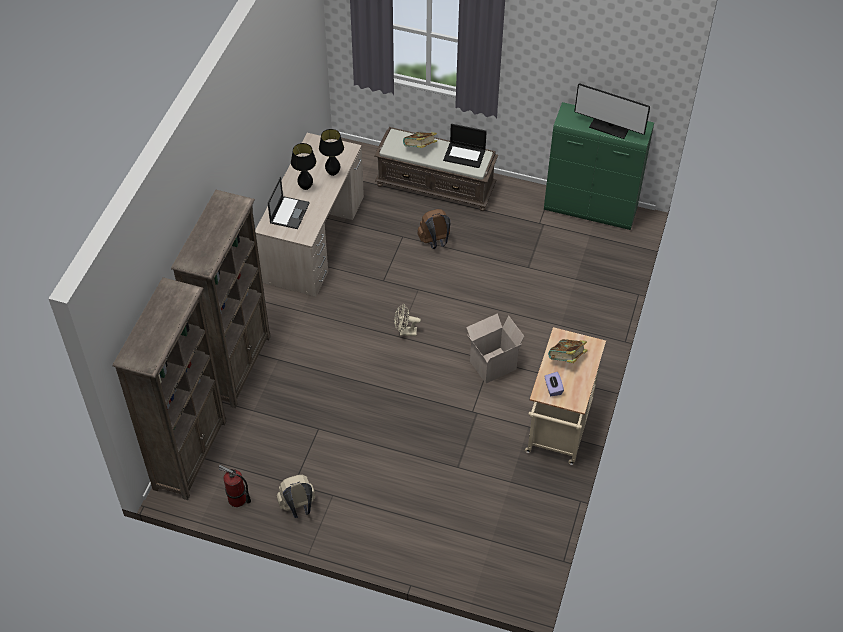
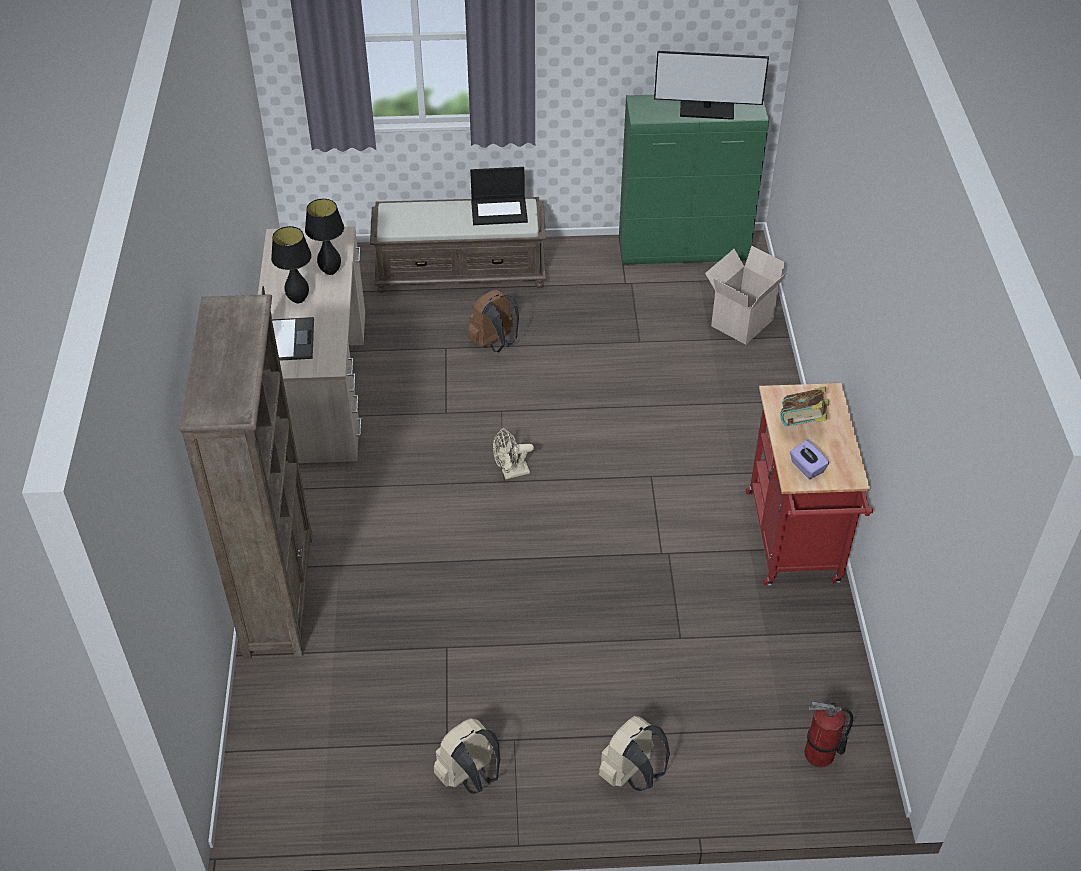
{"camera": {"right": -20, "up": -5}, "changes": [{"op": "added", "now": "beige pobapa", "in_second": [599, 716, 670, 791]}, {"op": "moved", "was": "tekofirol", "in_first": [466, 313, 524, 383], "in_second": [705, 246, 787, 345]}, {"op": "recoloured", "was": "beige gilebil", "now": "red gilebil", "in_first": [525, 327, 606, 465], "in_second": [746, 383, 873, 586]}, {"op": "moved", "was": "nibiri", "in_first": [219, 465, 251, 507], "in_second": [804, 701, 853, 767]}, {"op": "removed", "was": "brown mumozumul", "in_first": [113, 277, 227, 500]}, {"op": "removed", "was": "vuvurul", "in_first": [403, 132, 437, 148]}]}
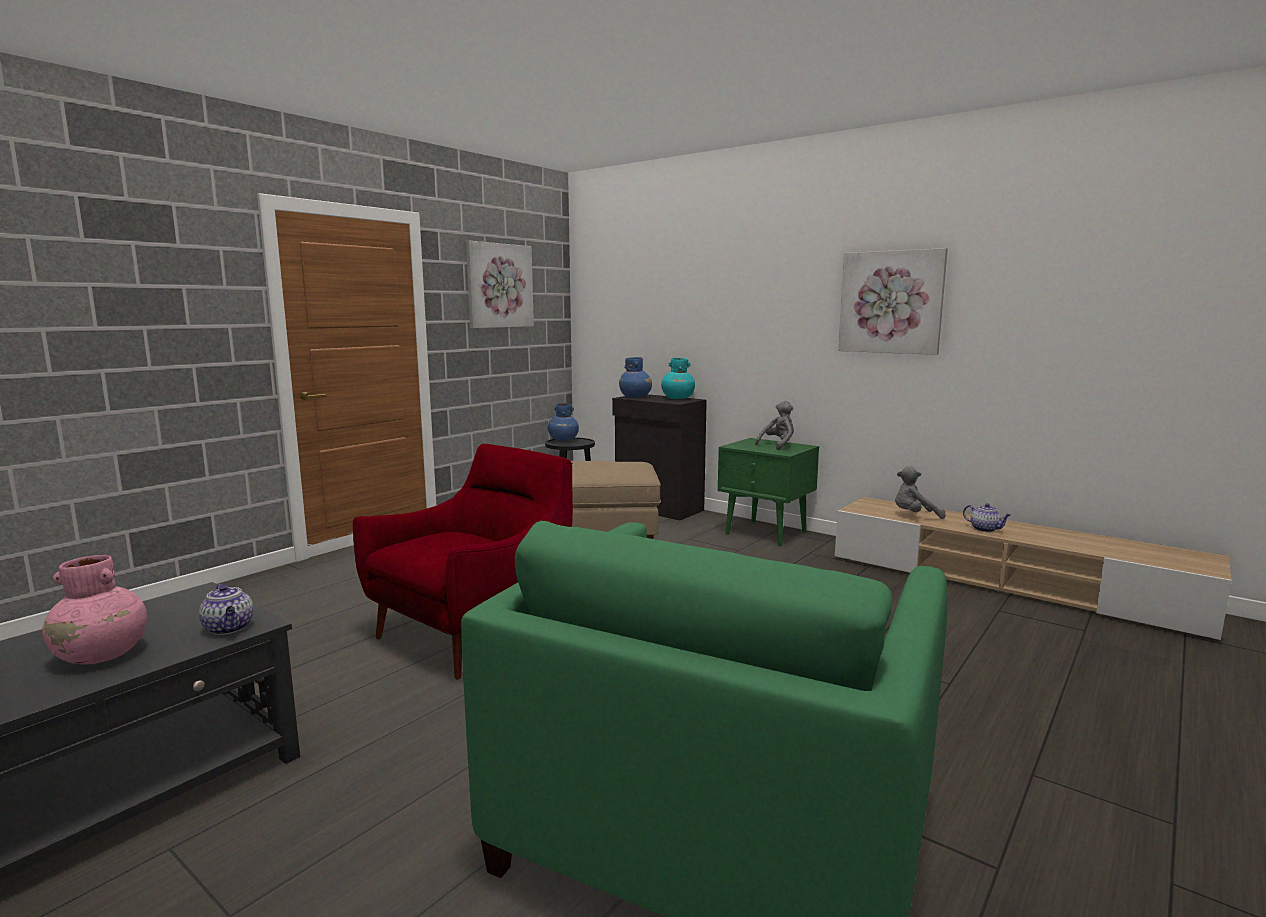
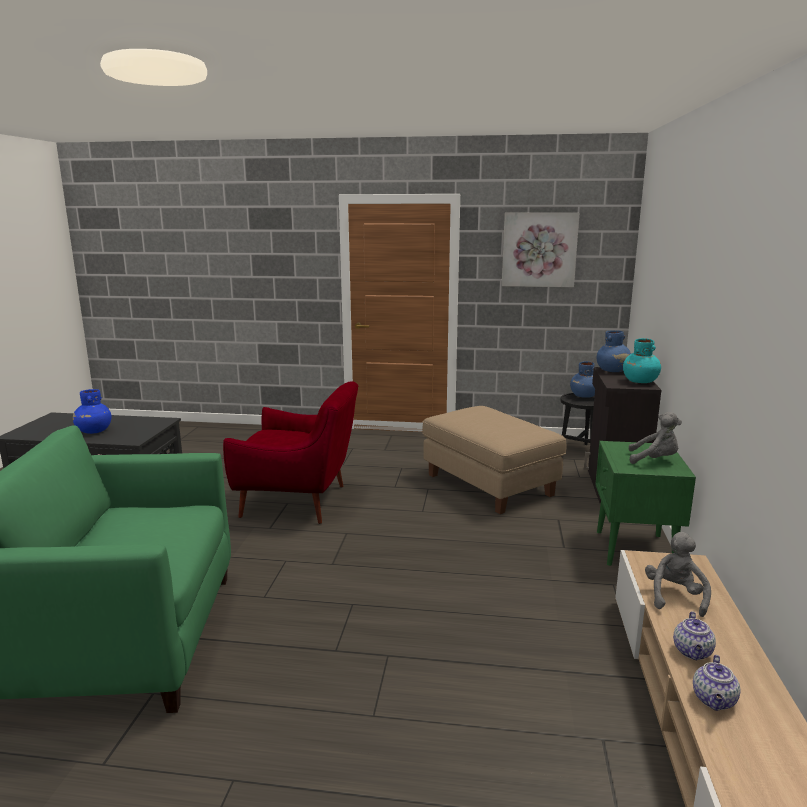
{"camera": {"right": 60, "up": 5}, "changes": [{"op": "recoloured", "was": "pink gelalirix", "now": "blue gelalirix", "in_first": [42, 555, 147, 664], "in_second": [73, 389, 111, 434]}, {"op": "turned", "was": "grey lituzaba", "in_first": [895, 466, 946, 519], "in_second": [645, 532, 711, 617], "clockwise": 45}, {"op": "moved", "was": "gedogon", "in_first": [199, 584, 253, 635], "in_second": [693, 655, 741, 711]}, {"op": "removed", "was": "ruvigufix", "in_first": [838, 248, 948, 355]}]}
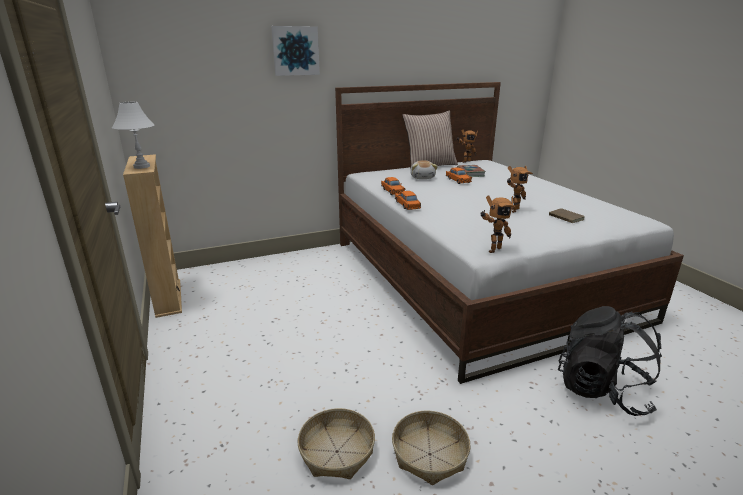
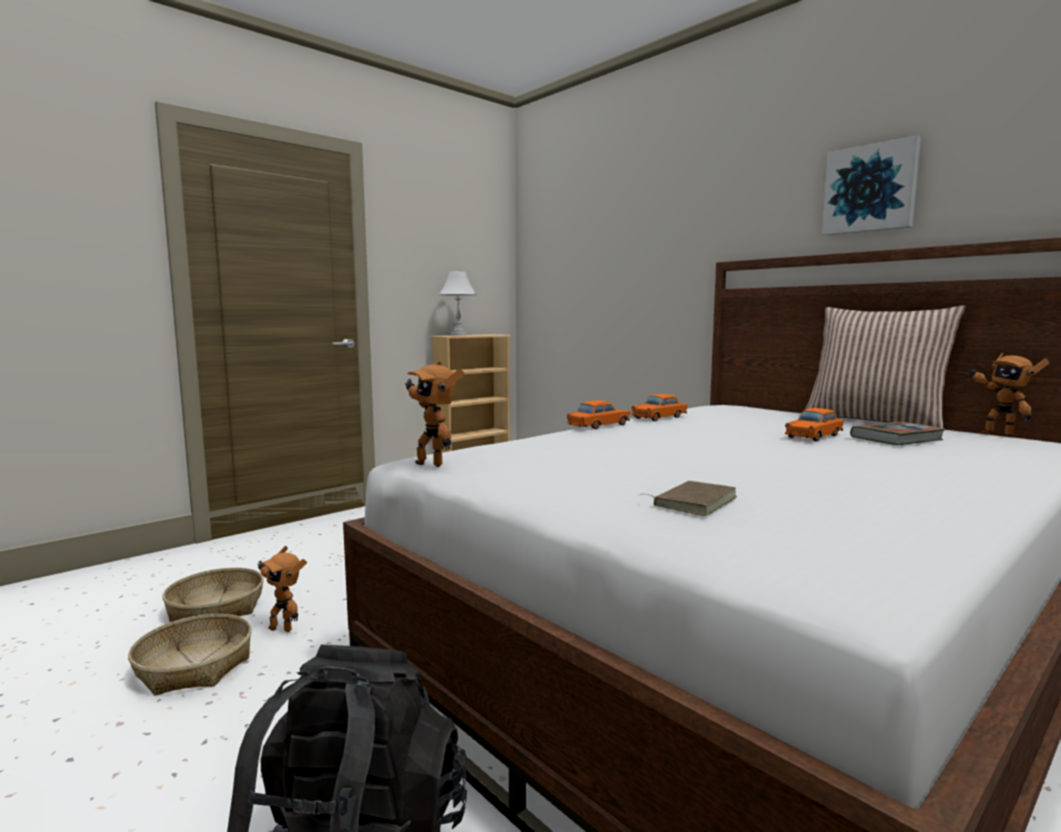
{"camera": {"right": 70, "up": -15}, "changes": [{"op": "moved", "was": "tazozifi", "in_first": [507, 166, 533, 213], "in_second": [257, 546, 307, 632]}, {"op": "moved", "was": "ruvigufix", "in_first": [271, 26, 320, 76], "in_second": [822, 136, 921, 235]}, {"op": "removed", "was": "lituzaba", "in_first": [410, 160, 438, 179]}]}
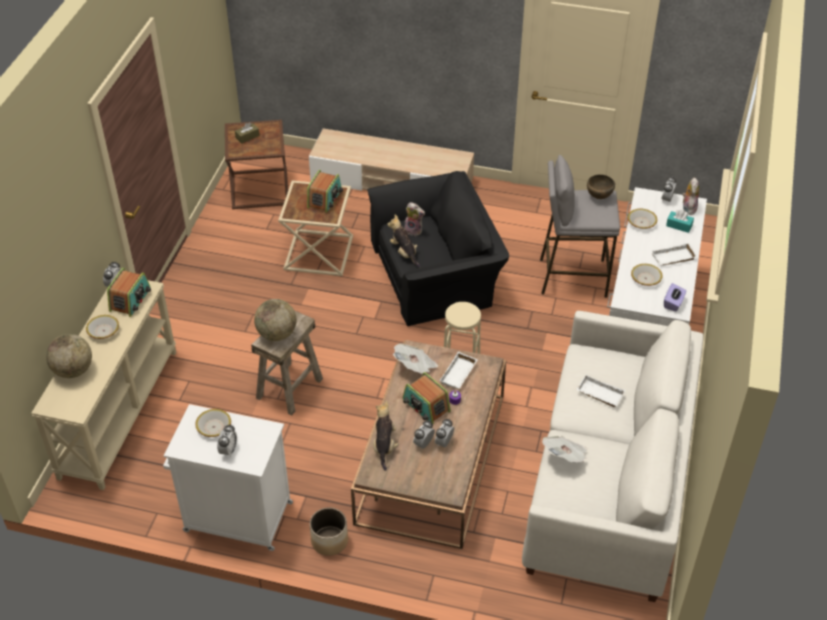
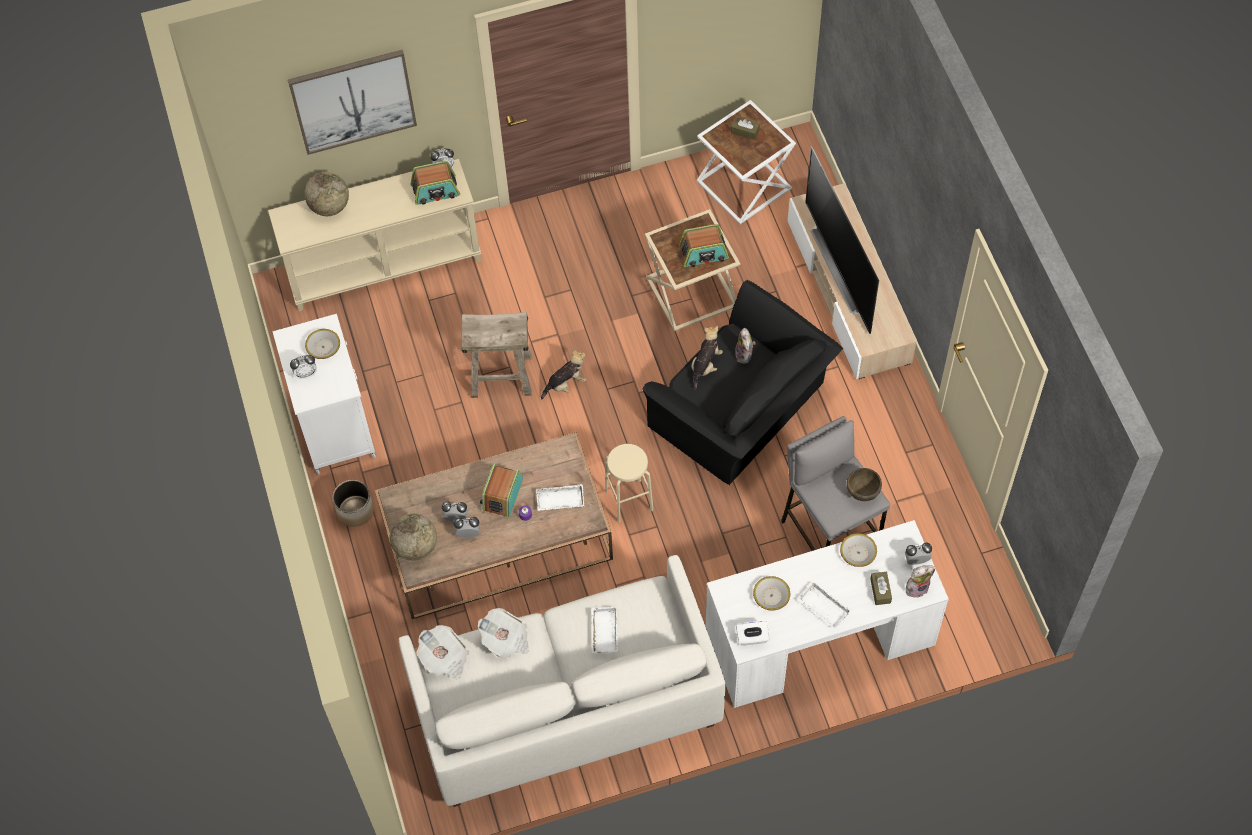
{"camera": {"right": 60, "up": 15}, "changes": [{"op": "added", "now": "ruvigufix", "in_second": [288, 50, 417, 155]}, {"op": "moved", "was": "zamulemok", "in_first": [254, 299, 297, 341], "in_second": [390, 514, 437, 561]}, {"op": "moved", "was": "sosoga", "in_first": [393, 343, 438, 374], "in_second": [416, 625, 469, 679]}, {"op": "moved", "was": "lituzaba", "in_first": [373, 401, 399, 471], "in_second": [541, 350, 586, 399]}, {"op": "recoloured", "was": "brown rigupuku", "now": "white rigupuku", "in_first": [225, 120, 288, 209], "in_second": [696, 100, 796, 224]}, {"op": "recoloured", "was": "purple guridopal", "now": "white guridopal", "in_first": [664, 283, 686, 312], "in_second": [736, 621, 769, 646]}, {"op": "added", "now": "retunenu", "in_second": [805, 146, 879, 334]}, {"op": "recoloured", "was": "turquoise guridopal", "now": "brown guridopal", "in_first": [666, 210, 694, 233], "in_second": [870, 572, 892, 605]}, {"op": "removed", "was": "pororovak", "in_first": [86, 315, 119, 339]}]}
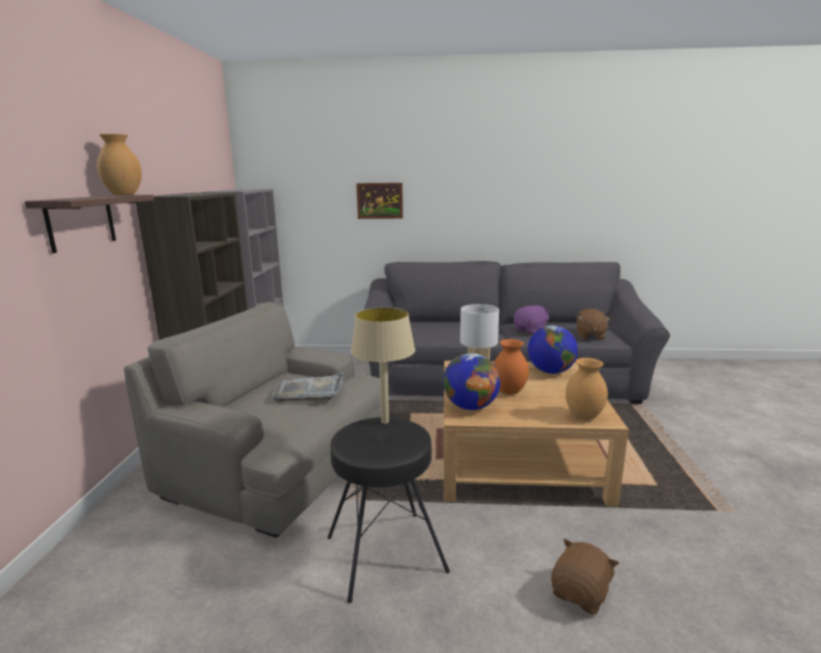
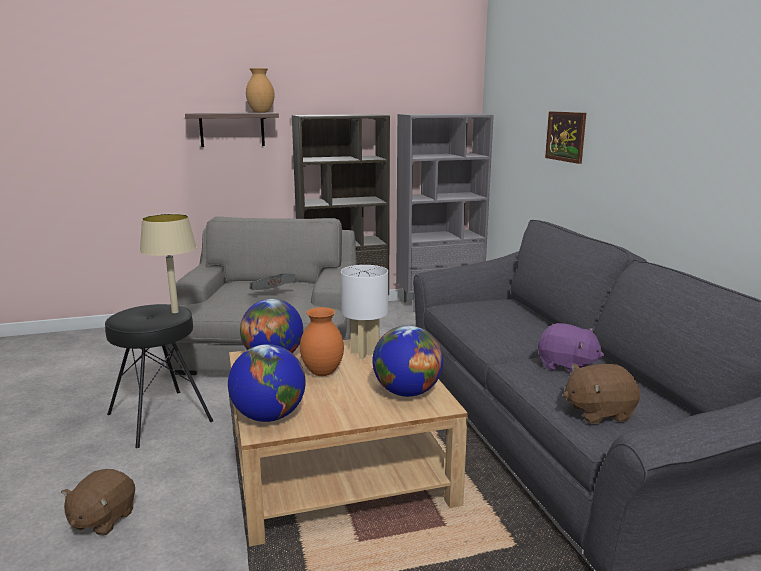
{"camera": {"right": 70, "up": 0}, "changes": [{"op": "turned", "was": "brown lituzaba", "in_first": [551, 538, 619, 615], "in_second": [61, 469, 135, 536], "clockwise": 90}, {"op": "replaced", "was": "brown gelalirix", "now": "zamulemok", "in_first": [565, 358, 608, 420], "in_second": [228, 344, 306, 422]}, {"op": "replaced", "was": "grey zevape", "now": "sosoga", "in_first": [271, 372, 343, 402], "in_second": [249, 273, 297, 290]}]}
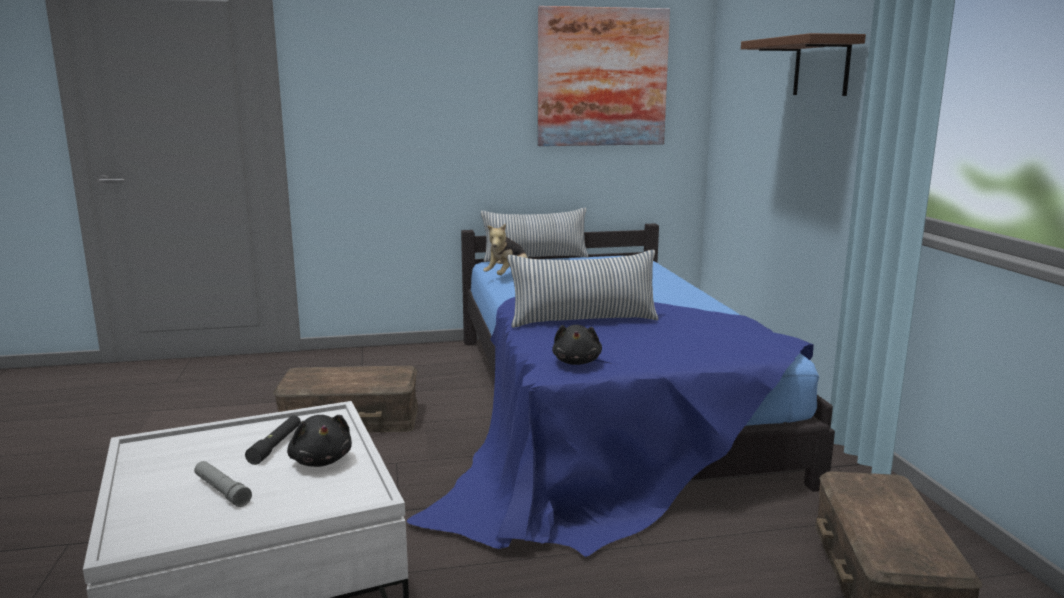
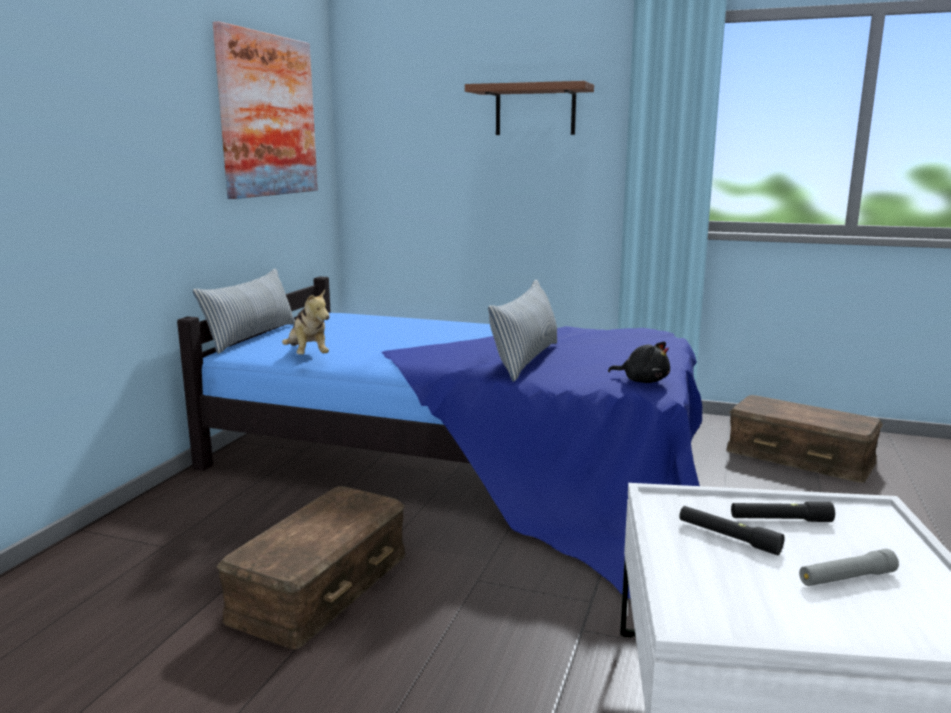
{"camera": {"right": -60, "up": 0}, "changes": [{"op": "replaced", "was": "black lituzaba", "now": "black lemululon", "in_first": [287, 415, 352, 467], "in_second": [731, 501, 835, 522]}]}
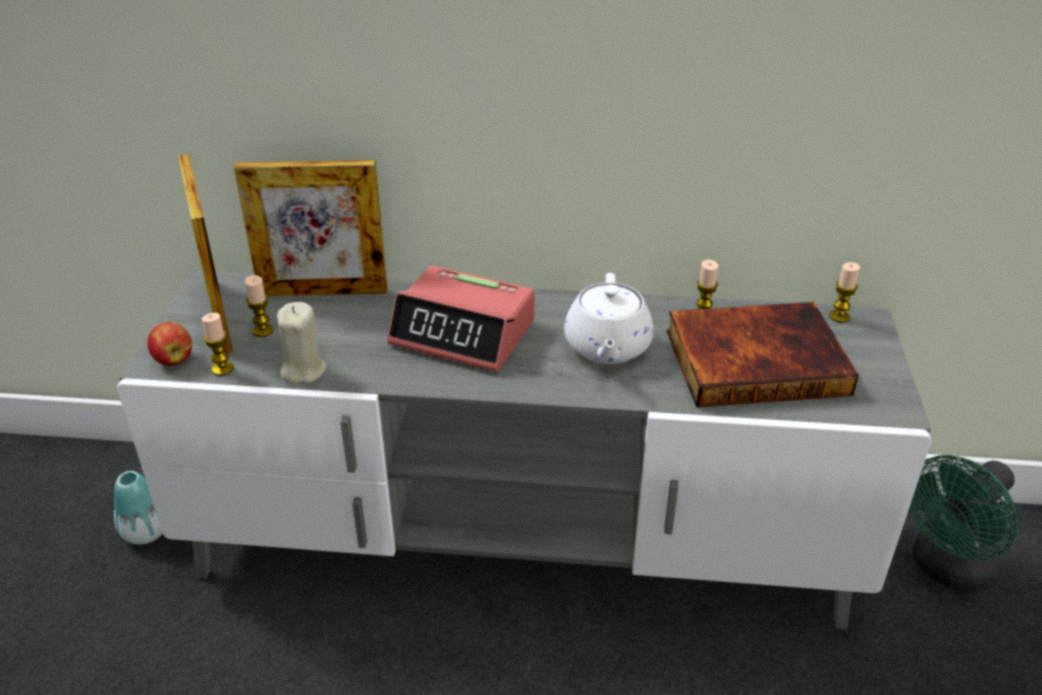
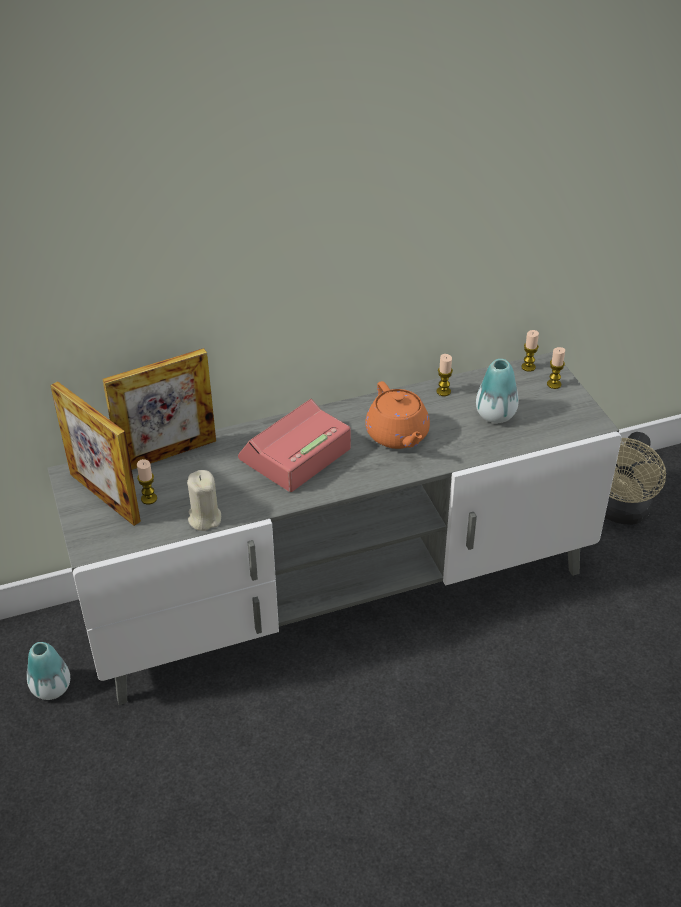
{"camera": {"right": -25, "up": 5}, "changes": [{"op": "turned", "was": "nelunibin", "in_first": [387, 266, 535, 372], "in_second": [238, 399, 351, 492], "clockwise": 135}, {"op": "recoloured", "was": "white gedogon", "now": "orange gedogon", "in_first": [564, 273, 654, 364], "in_second": [365, 381, 430, 449]}, {"op": "replaced", "was": "vuvurul", "now": "gelalirix", "in_first": [667, 302, 859, 407], "in_second": [476, 359, 519, 423]}, {"op": "moved", "was": "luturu", "in_first": [202, 313, 234, 376], "in_second": [547, 347, 565, 389]}, {"op": "recoloured", "was": "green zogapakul", "now": "beige zogapakul", "in_first": [909, 455, 1018, 591], "in_second": [605, 432, 666, 525]}, {"op": "removed", "was": "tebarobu", "in_first": [147, 322, 192, 366]}]}
